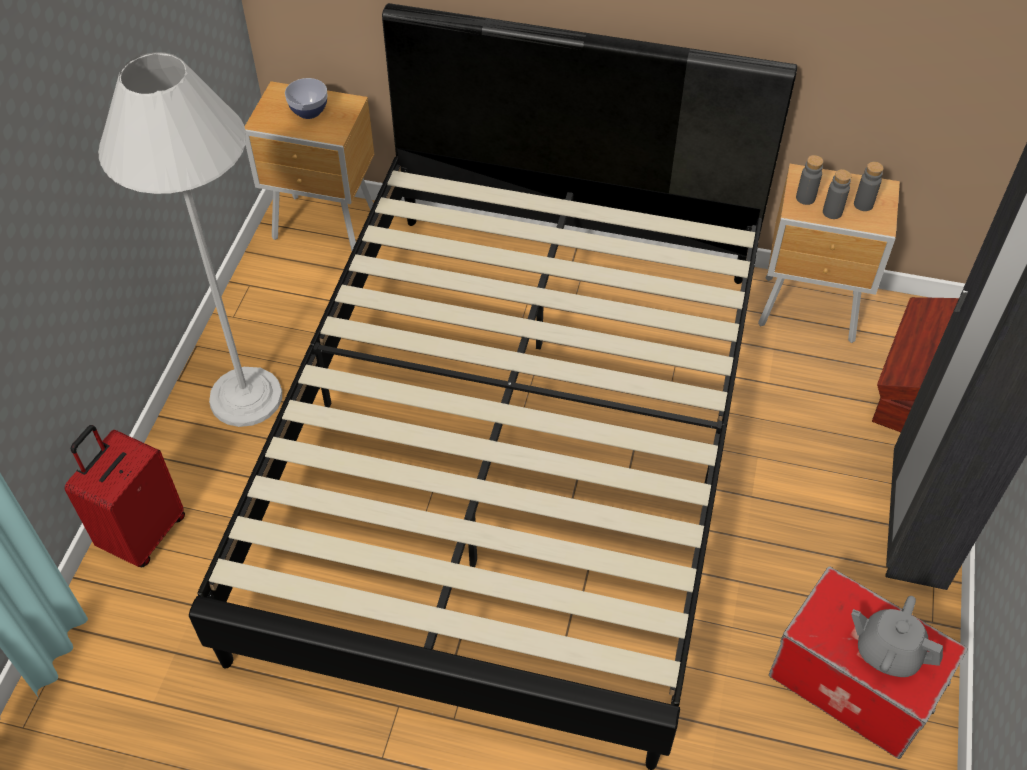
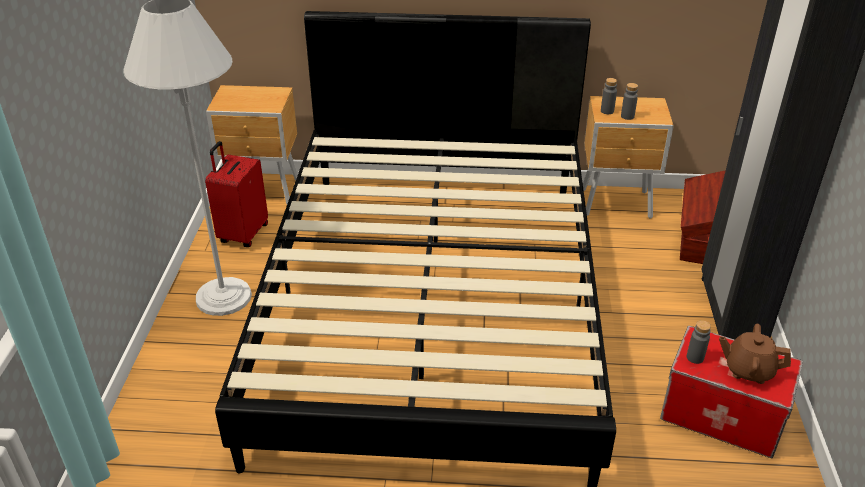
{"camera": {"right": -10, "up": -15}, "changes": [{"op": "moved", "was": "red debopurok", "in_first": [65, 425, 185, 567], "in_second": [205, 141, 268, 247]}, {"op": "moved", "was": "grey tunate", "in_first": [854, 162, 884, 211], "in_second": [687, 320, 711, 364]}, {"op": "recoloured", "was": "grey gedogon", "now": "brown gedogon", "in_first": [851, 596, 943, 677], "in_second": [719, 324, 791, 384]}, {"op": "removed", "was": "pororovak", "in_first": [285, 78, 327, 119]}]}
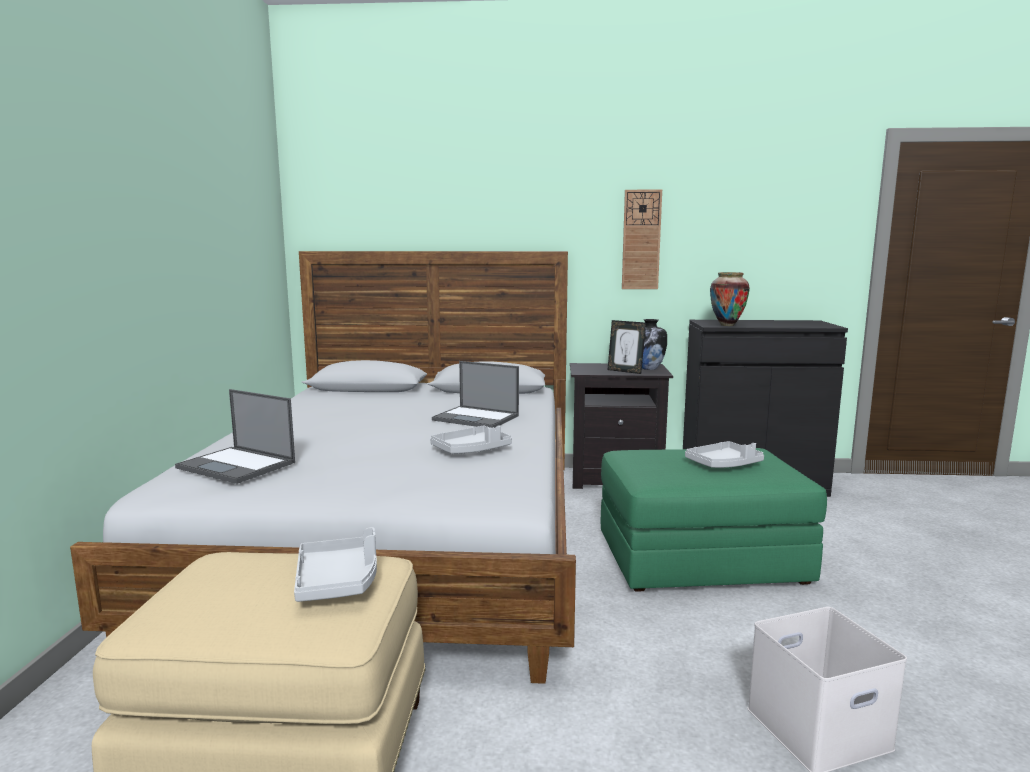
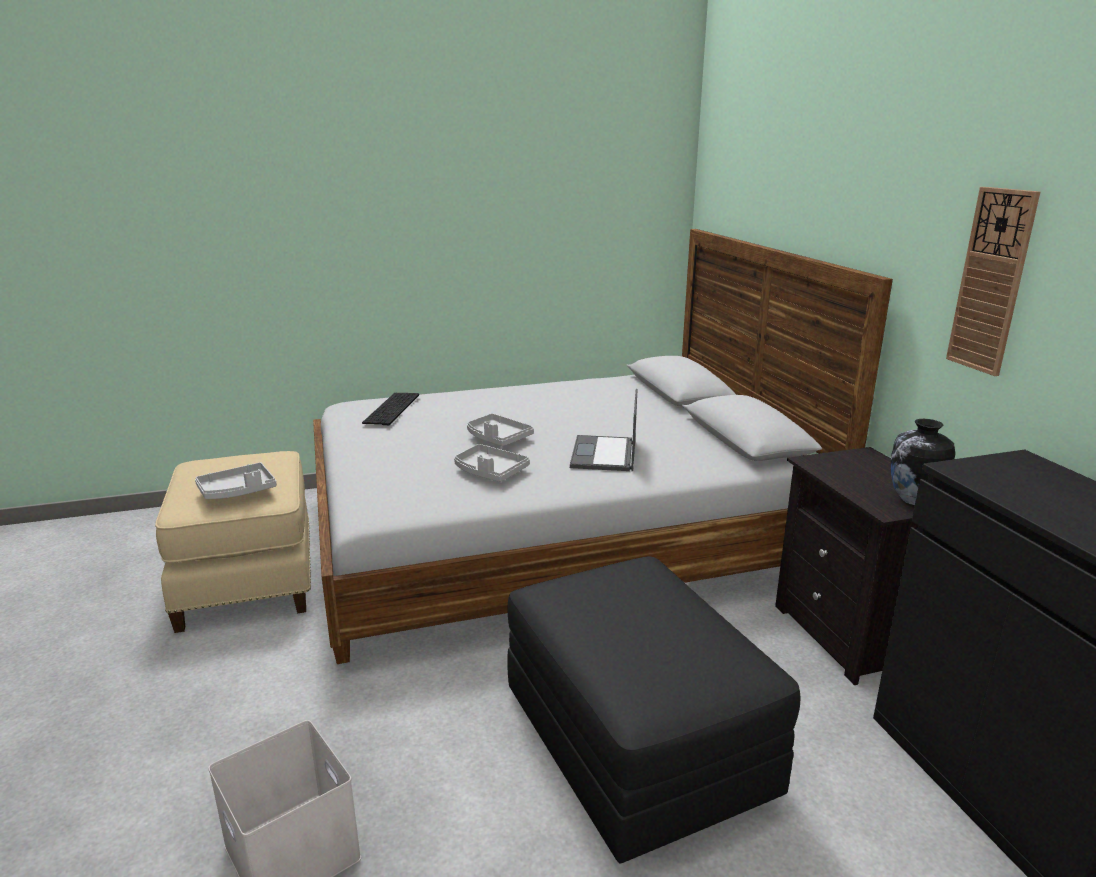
{"camera": {"right": 70, "up": 10}, "changes": [{"op": "replaced", "was": "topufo", "now": "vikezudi", "in_first": [175, 389, 295, 484], "in_second": [362, 393, 419, 425]}, {"op": "moved", "was": "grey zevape", "in_first": [685, 441, 764, 468], "in_second": [467, 413, 534, 446]}, {"op": "recoloured", "was": "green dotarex", "now": "black dotarex", "in_first": [601, 448, 827, 592], "in_second": [507, 556, 800, 864]}, {"op": "removed", "was": "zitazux", "in_first": [607, 320, 646, 374]}, {"op": "removed", "was": "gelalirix", "in_first": [710, 272, 750, 326]}]}
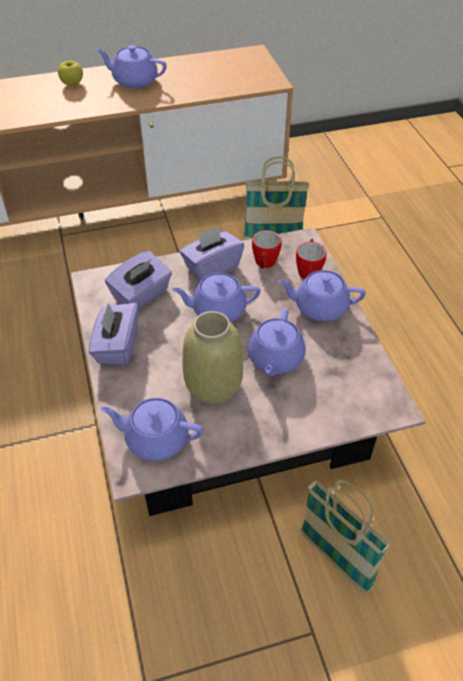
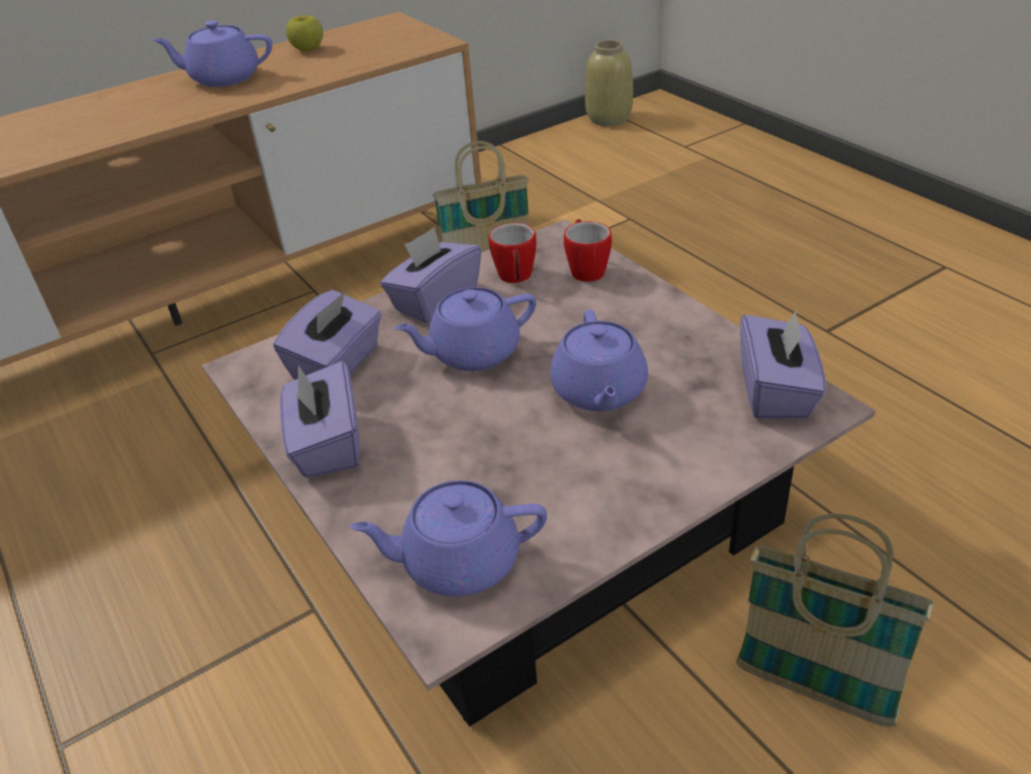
{"camera": {"right": -15, "up": -10}, "changes": [{"op": "moved", "was": "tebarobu", "in_first": [58, 61, 83, 86], "in_second": [286, 15, 323, 51]}, {"op": "moved", "was": "beige gelalirix", "in_first": [182, 311, 243, 404], "in_second": [585, 40, 633, 126]}, {"op": "added", "now": "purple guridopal", "in_second": [740, 309, 826, 419]}, {"op": "removed", "was": "purple gedogon", "in_first": [278, 270, 366, 321]}]}
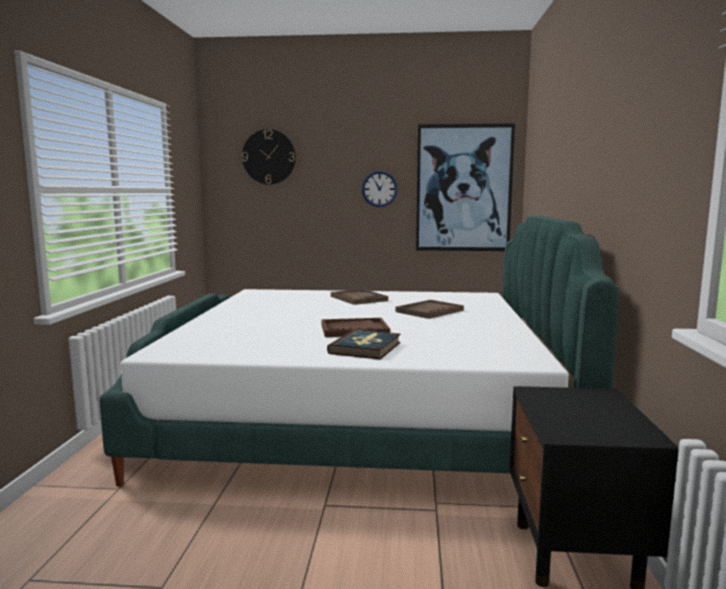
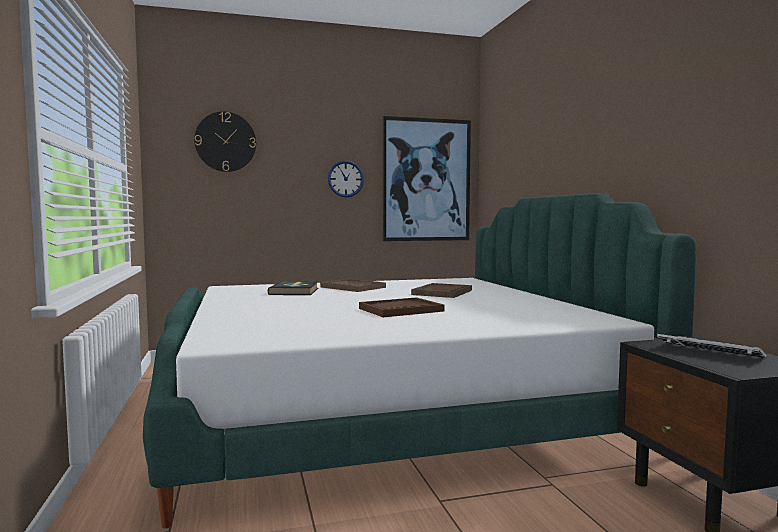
{"camera": {"right": -20, "up": -5}, "changes": [{"op": "moved", "was": "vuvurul", "in_first": [327, 330, 401, 359], "in_second": [268, 281, 318, 295]}, {"op": "added", "now": "vikezudi", "in_second": [657, 334, 767, 358]}]}
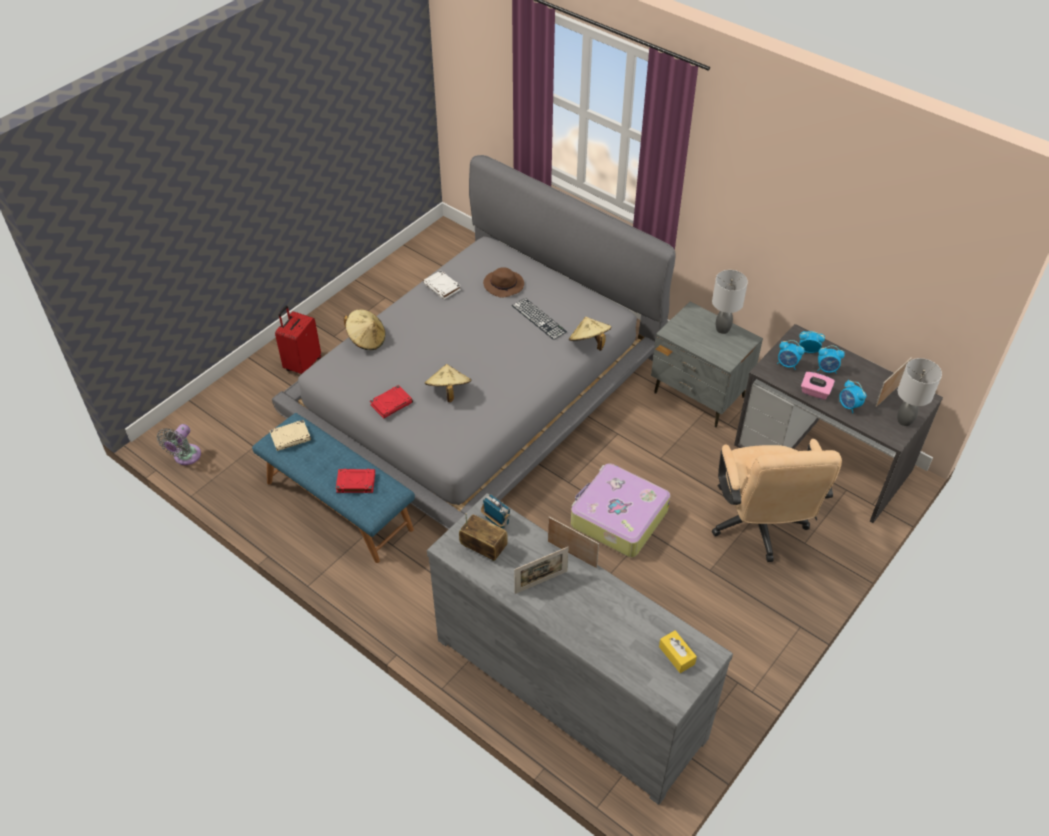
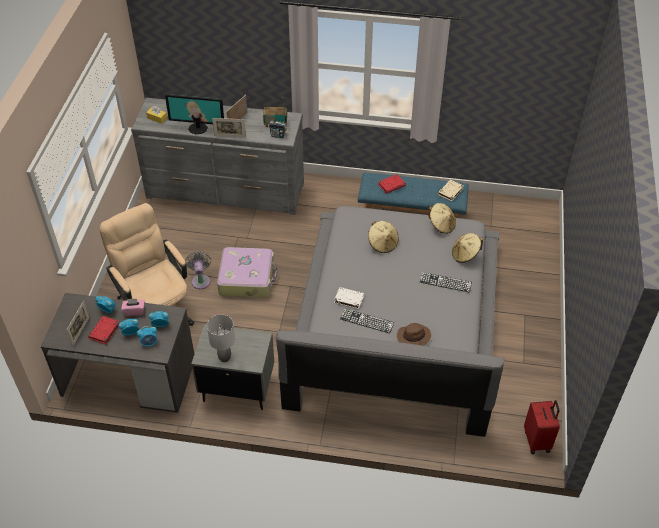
{"camera": {"right": 150, "up": 0}, "changes": [{"op": "moved", "was": "red vuvurul", "in_first": [370, 385, 413, 419], "in_second": [88, 316, 119, 344]}, {"op": "added", "now": "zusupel", "in_second": [165, 94, 224, 134]}, {"op": "moved", "was": "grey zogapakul", "in_first": [157, 424, 201, 465], "in_second": [185, 251, 211, 289]}, {"op": "moved", "was": "white vuvurul", "in_first": [423, 270, 461, 299], "in_second": [334, 287, 364, 309]}, {"op": "added", "now": "vikezudi", "in_second": [420, 272, 472, 293]}, {"op": "moved", "was": "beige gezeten", "in_first": [569, 317, 612, 351], "in_second": [428, 203, 456, 234]}, {"op": "moved", "was": "red debopurok", "in_first": [275, 306, 321, 374], "in_second": [524, 400, 560, 454]}, {"op": "removed", "was": "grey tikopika", "in_first": [897, 358, 942, 426]}]}
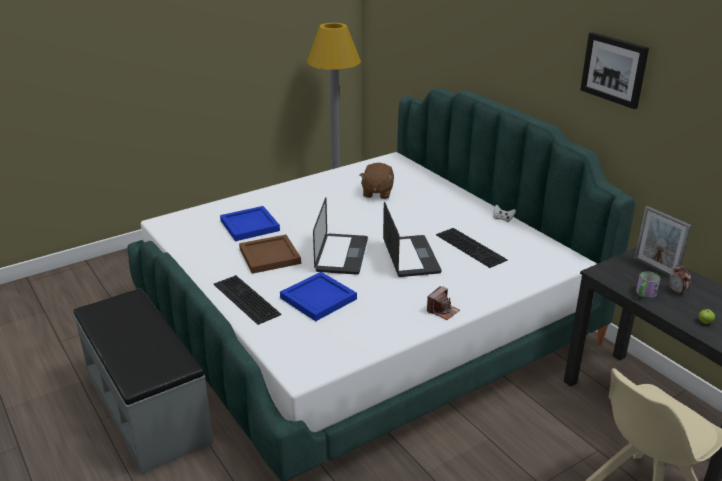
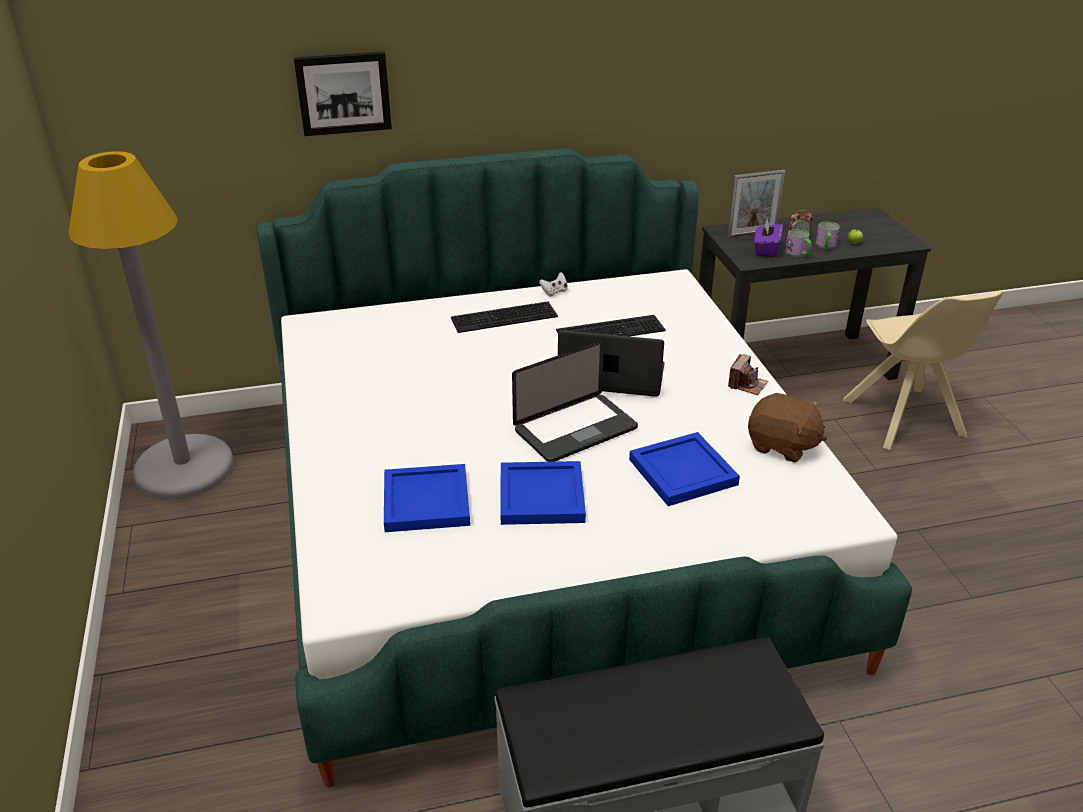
{"camera": {"right": -70, "up": 5}, "changes": [{"op": "moved", "was": "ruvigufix", "in_first": [580, 32, 649, 109], "in_second": [294, 51, 392, 136]}, {"op": "moved", "was": "vikezudi", "in_first": [214, 275, 281, 325], "in_second": [451, 301, 558, 333]}, {"op": "recoloured", "was": "brown zevape", "now": "blue zevape", "in_first": [239, 235, 301, 274], "in_second": [500, 461, 586, 525]}, {"op": "turned", "was": "topufo", "in_first": [313, 197, 368, 275], "in_second": [512, 341, 638, 462], "clockwise": 120}, {"op": "turned", "was": "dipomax", "in_first": [427, 286, 460, 320], "in_second": [728, 353, 768, 395], "clockwise": 60}, {"op": "moved", "was": "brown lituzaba", "in_first": [360, 163, 394, 199], "in_second": [748, 393, 827, 463]}, {"op": "added", "now": "purple guridopal", "in_second": [754, 218, 783, 257]}, {"op": "added", "now": "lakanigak", "in_second": [816, 222, 840, 249]}]}
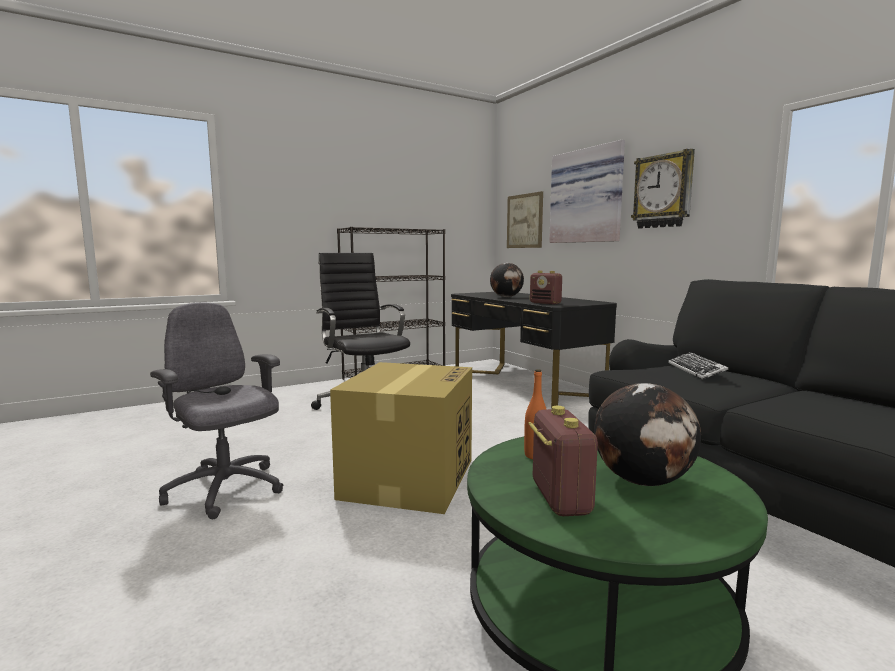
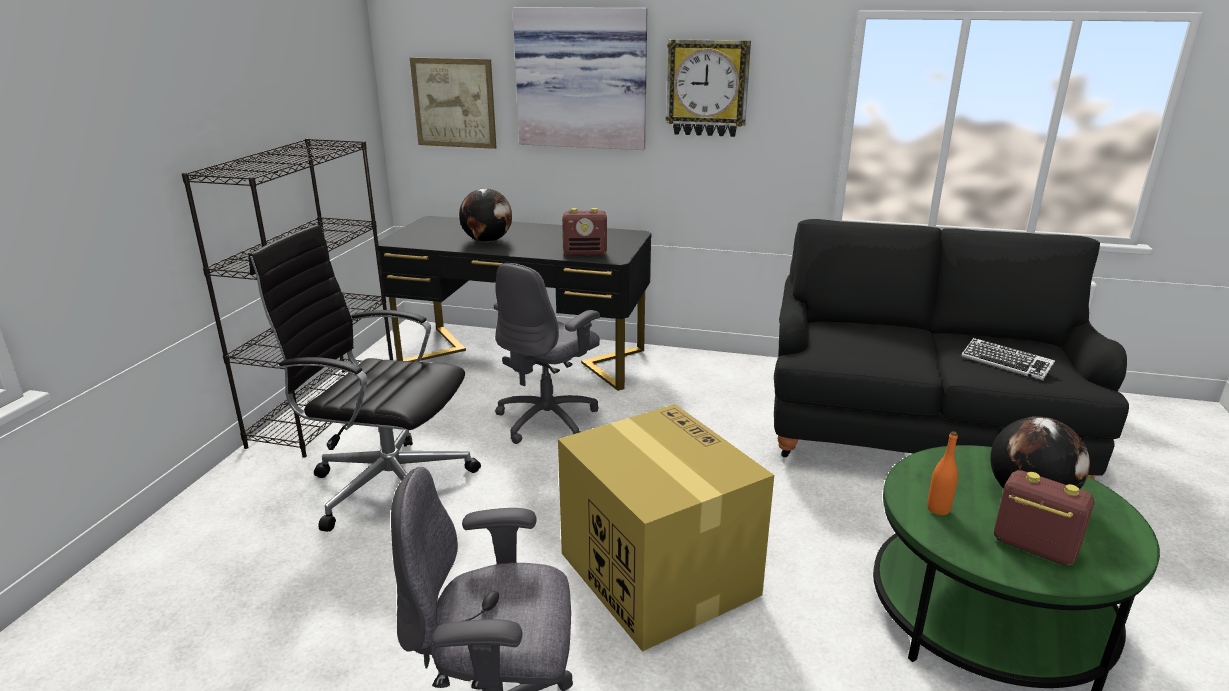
{"camera": {"right": -45, "up": 15}, "changes": [{"op": "added", "now": "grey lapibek", "in_second": [494, 263, 600, 444]}, {"op": "moved", "was": "vikezudi", "in_first": [668, 352, 728, 379], "in_second": [961, 338, 1055, 381]}]}
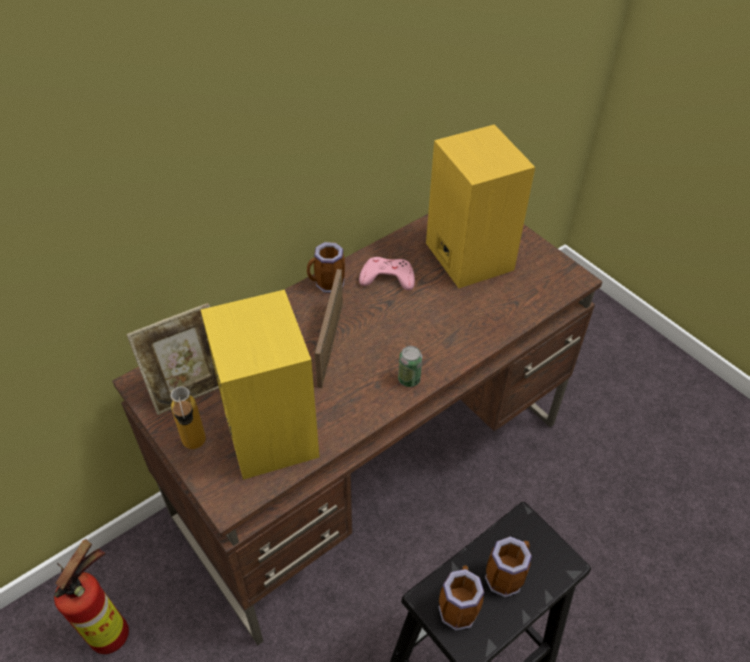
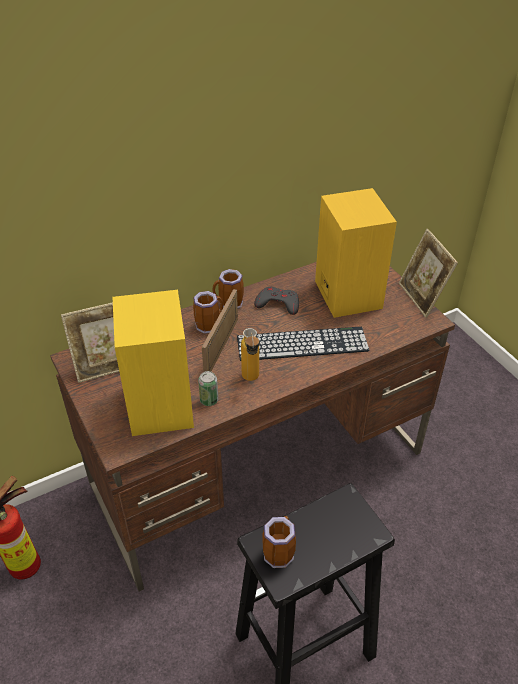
{"camera": {"right": 10, "up": -5}, "changes": [{"op": "moved", "was": "lakanigak", "in_first": [485, 537, 532, 597], "in_second": [193, 291, 223, 334]}, {"op": "moved", "was": "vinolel", "in_first": [398, 346, 422, 387], "in_second": [198, 371, 218, 406]}, {"op": "added", "now": "vikezudi", "in_second": [237, 327, 369, 361]}, {"op": "moved", "was": "tunate", "in_first": [170, 386, 206, 449], "in_second": [241, 328, 259, 381]}, {"op": "recoloured", "was": "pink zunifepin", "now": "grey zunifepin", "in_first": [359, 257, 415, 290], "in_second": [254, 287, 299, 315]}, {"op": "added", "now": "zitazux", "in_second": [399, 229, 458, 318]}]}
